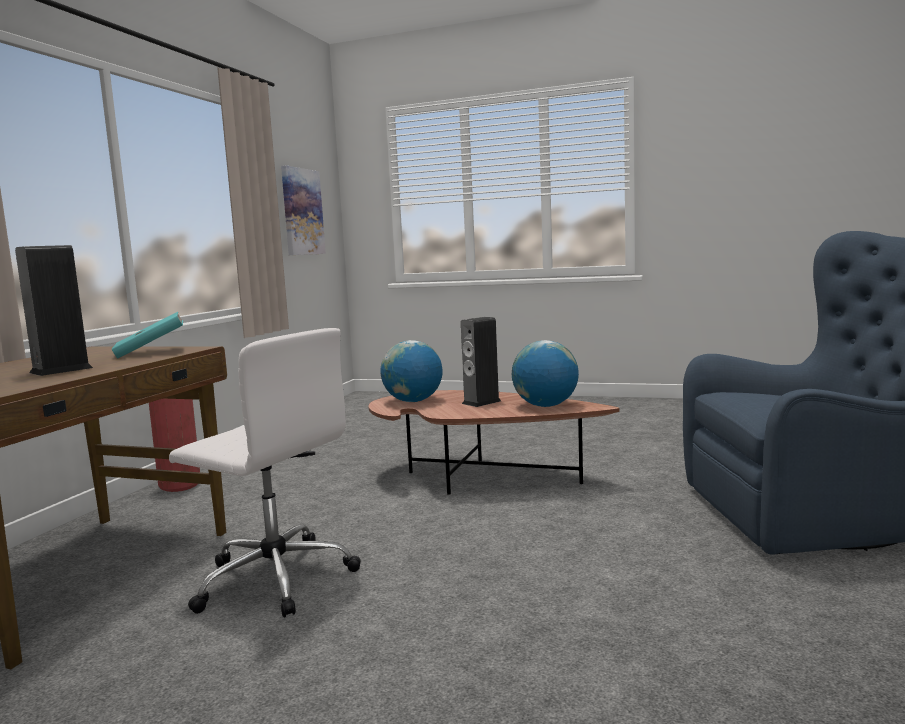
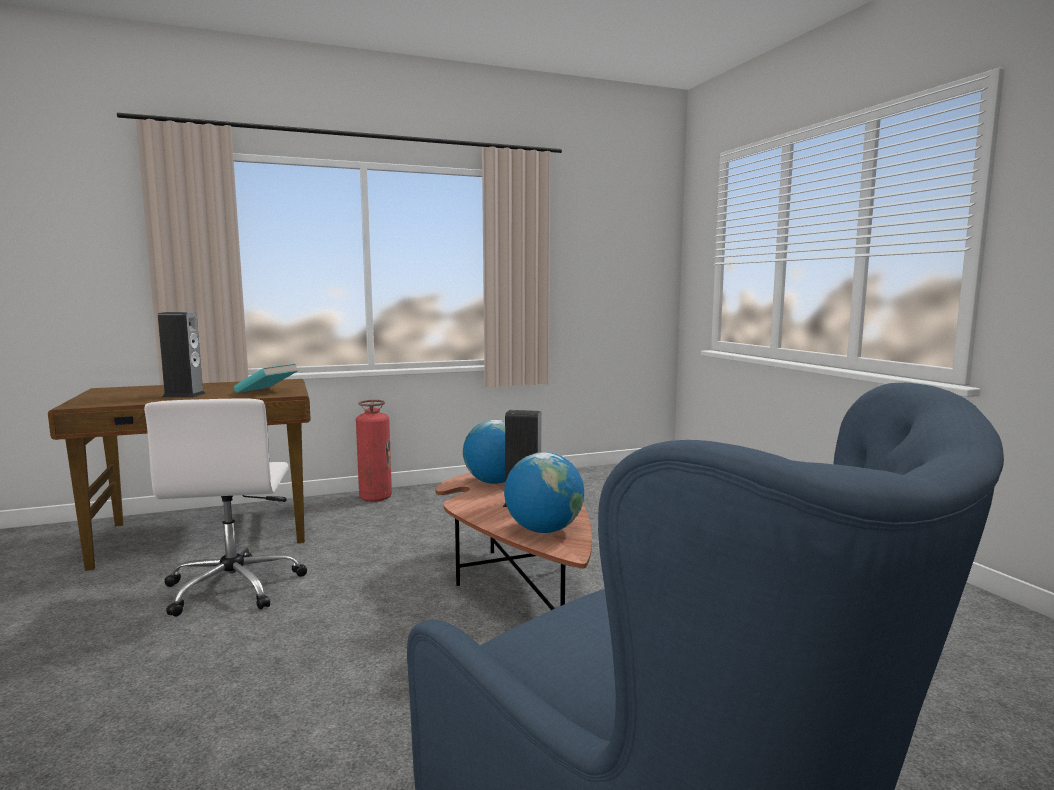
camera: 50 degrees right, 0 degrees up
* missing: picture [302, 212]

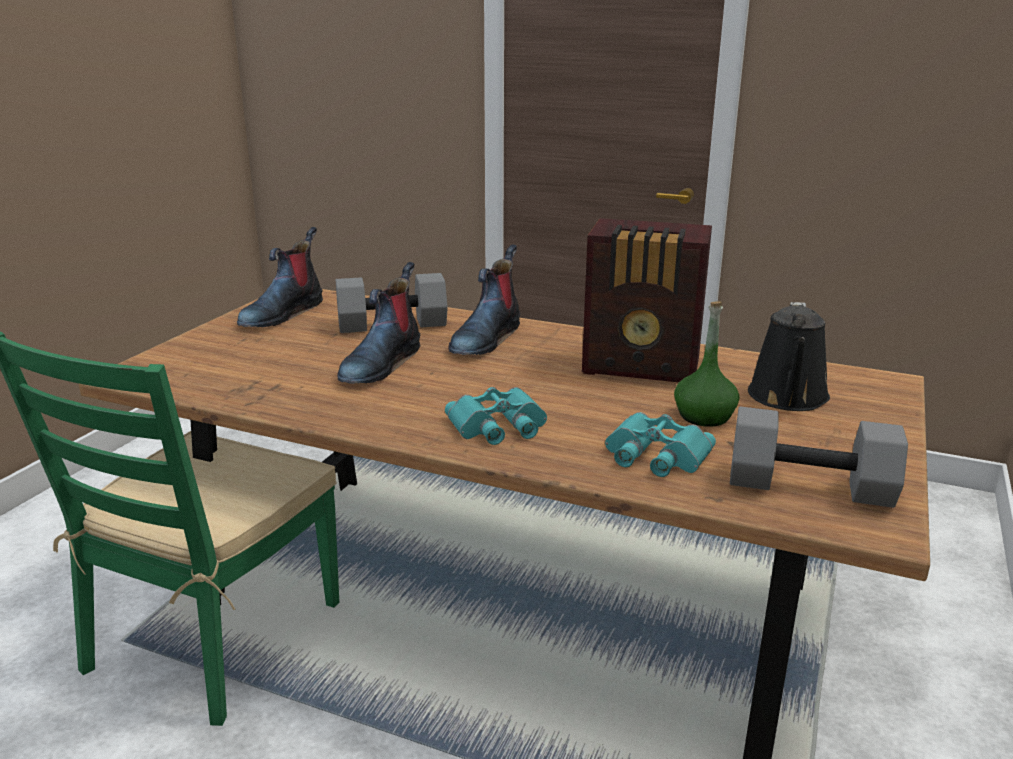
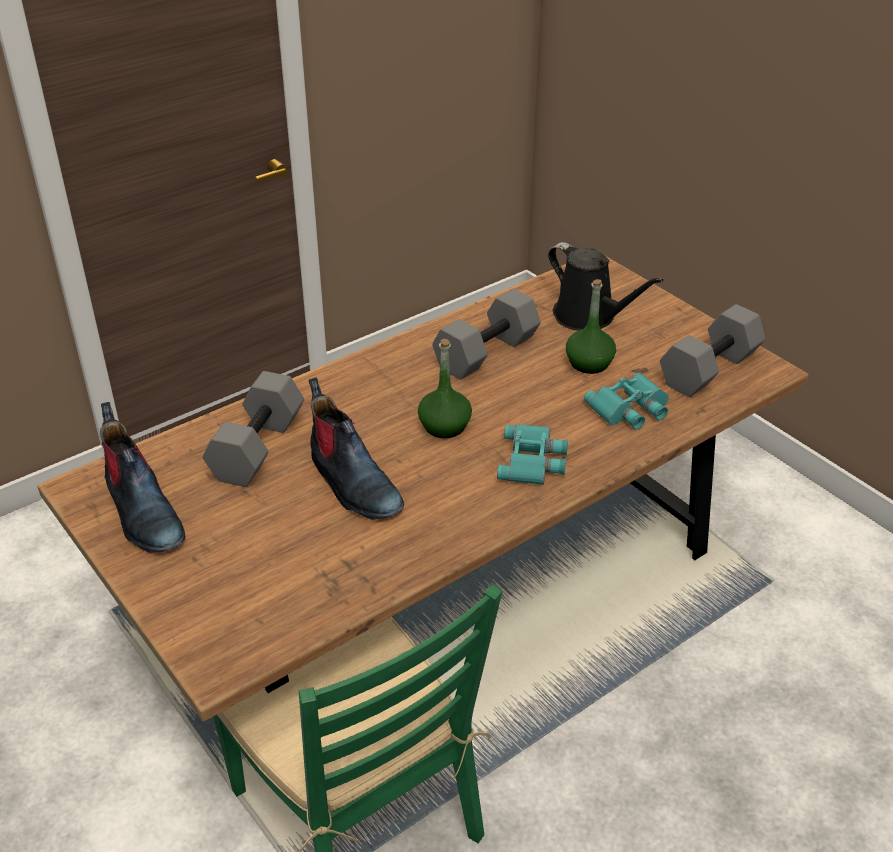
camera: 60 degrees left, 15 degrees up
* exchanged: radio [643, 367] to dumbbell in grey [486, 351]
* missing: boot [485, 339]
* appeared: bottle in green [445, 426]

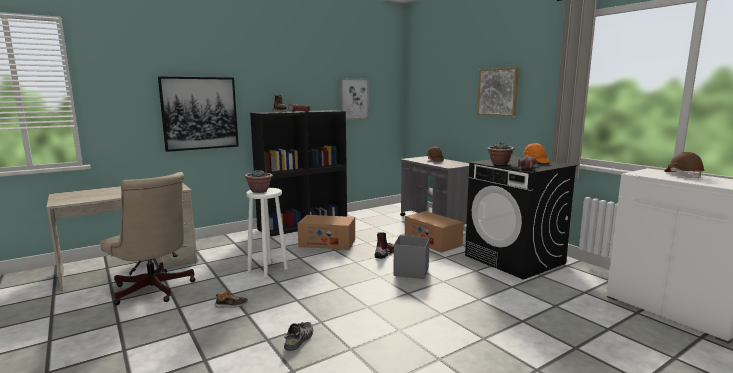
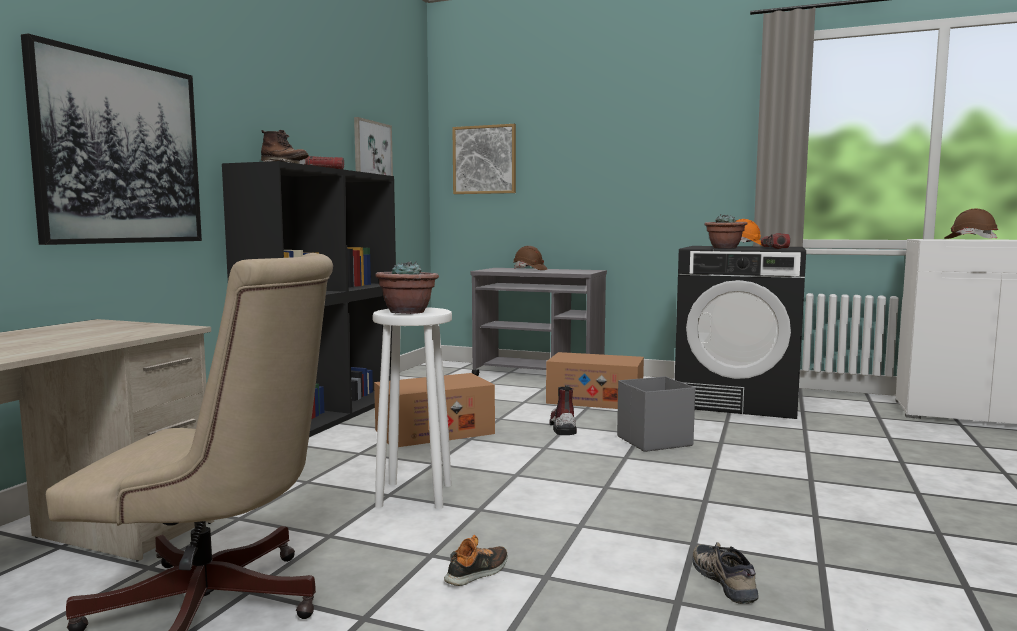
camera: 35 degrees left, 5 degrees down
* relocated: picture [497, 92] to [484, 160]

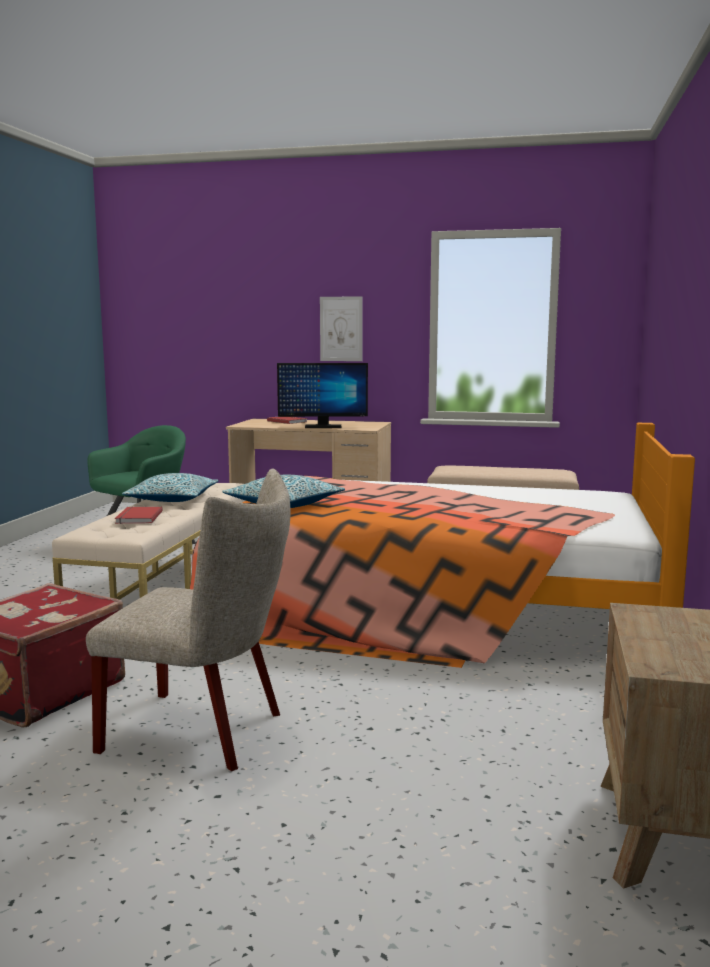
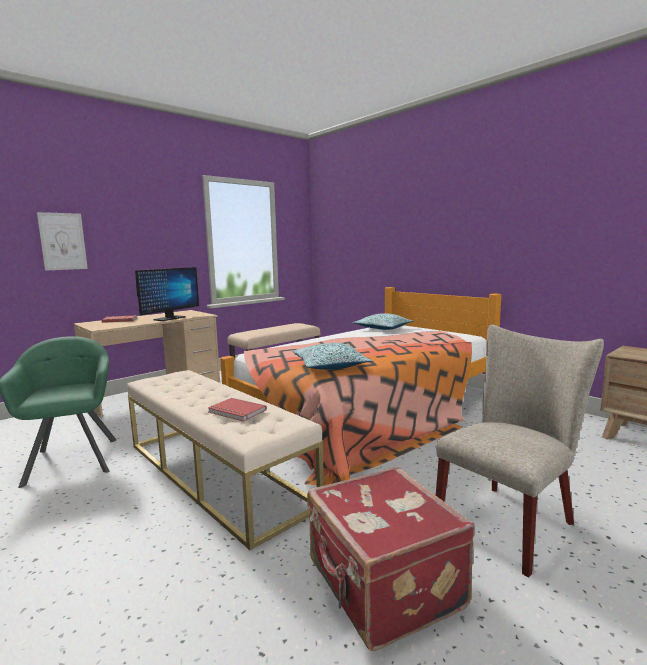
camera: 55 degrees left, 0 degrees up
* relocated: picture [341, 329] to [63, 241]
* relocated: pillow [172, 499] to [383, 329]

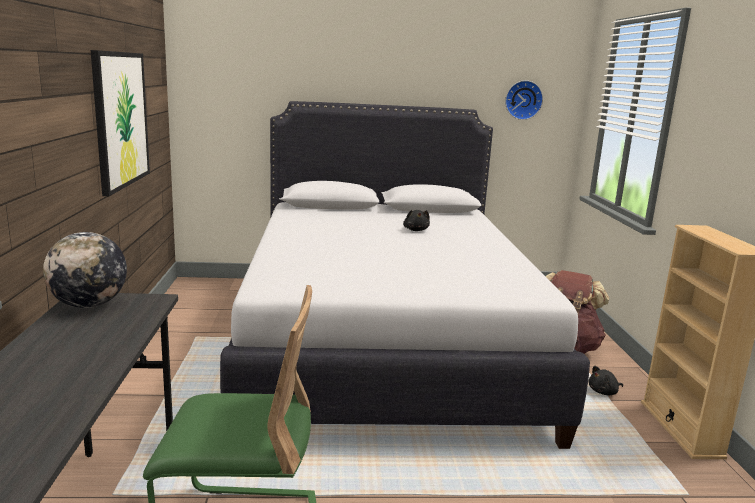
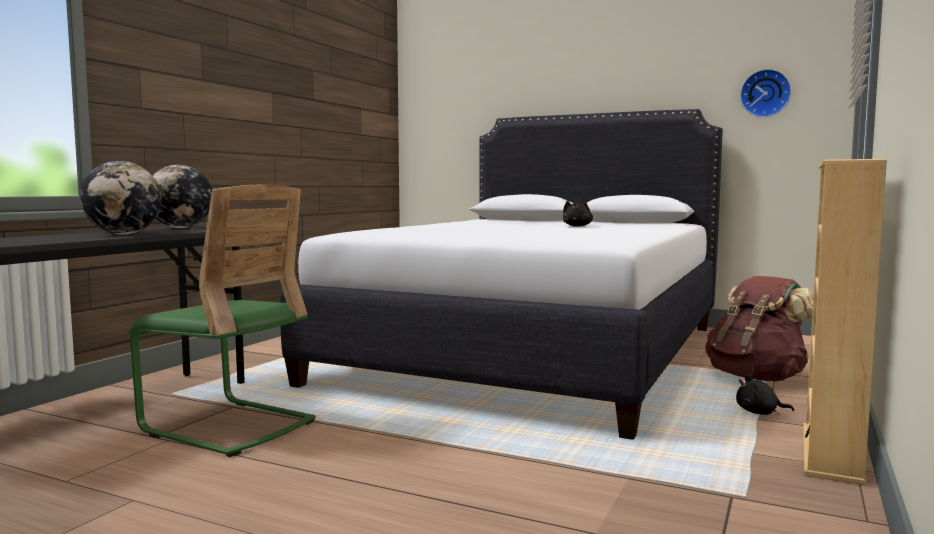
camera: 30 degrees right, 10 degrees down
* missing: picture [120, 119]
* appeared: globe [124, 234]

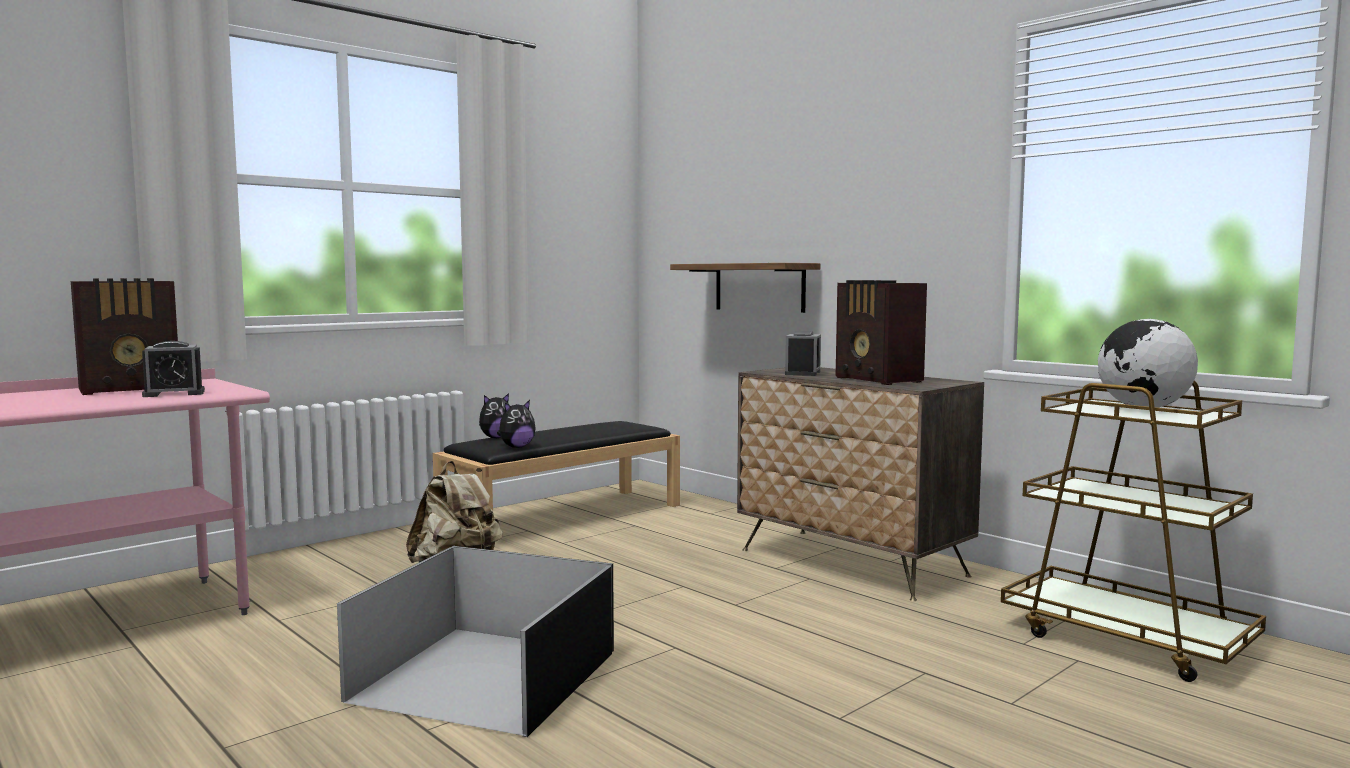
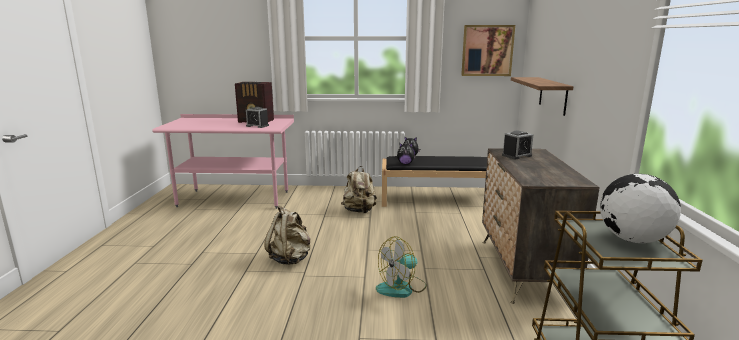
camera: 45 degrees right, 10 degrees up
* missing: radio [878, 380]
* exchanged: storage box in black [483, 675] to backpack in beige [290, 259]
* appeared: picture [487, 50]
* appeared: fan [402, 288]

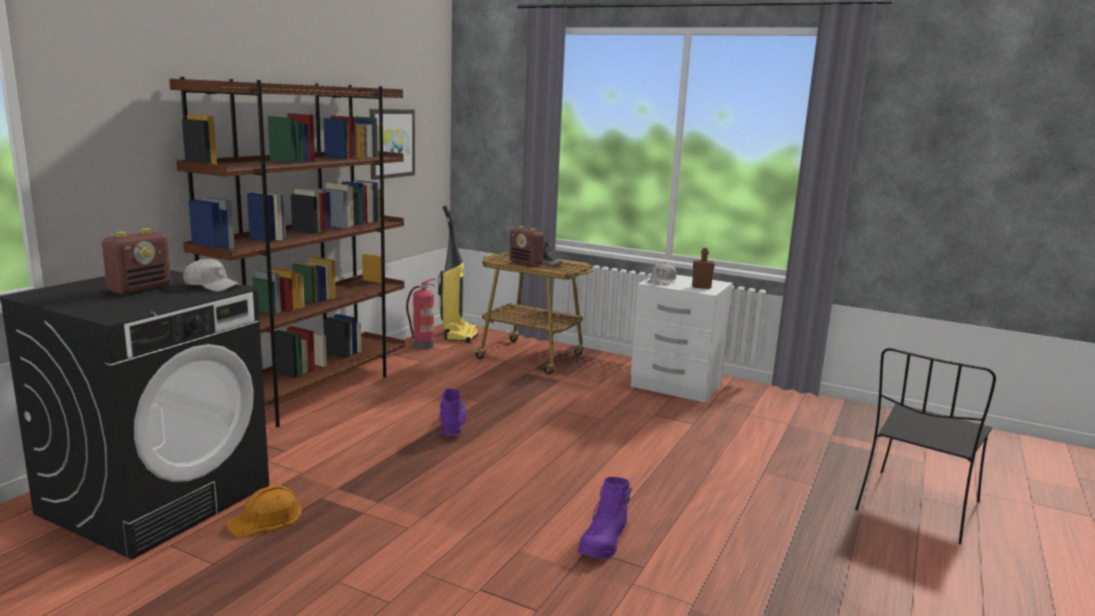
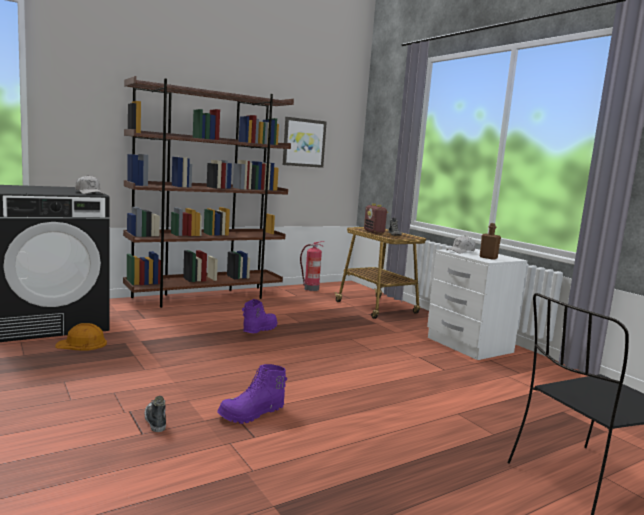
camera: 30 degrees right, 5 degrees down
* missing: vacuum cleaner [459, 335]
* missing: radio [140, 289]
* appeared: shoe [155, 421]

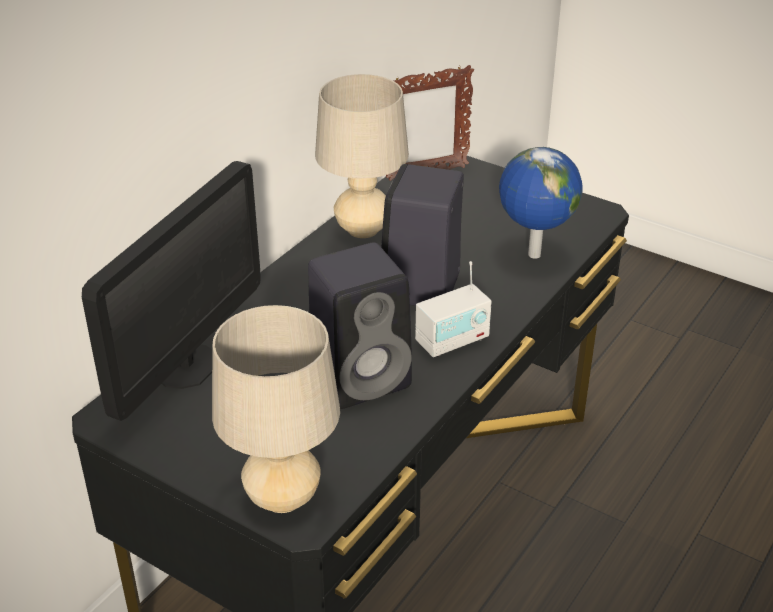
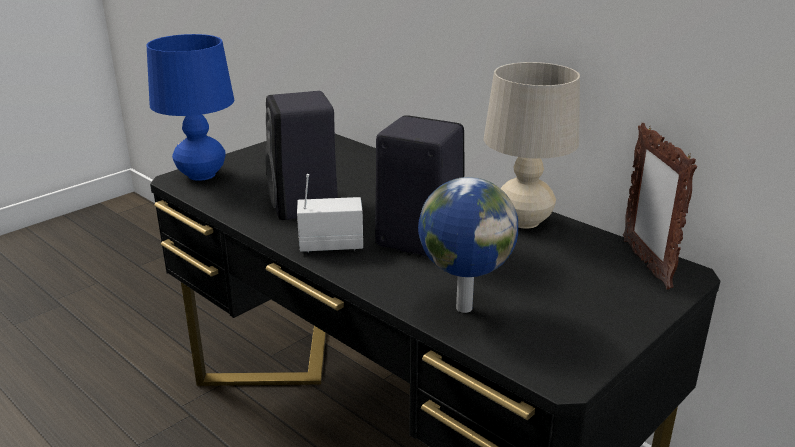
camera: 100 degrees right, 10 degrees down
* missing: monitor [186, 366]
* spun: radio [452, 341] = [331, 245] 105 degrees clockwise
* colour: table lamp in beige [283, 497] to table lamp in blue [201, 175]

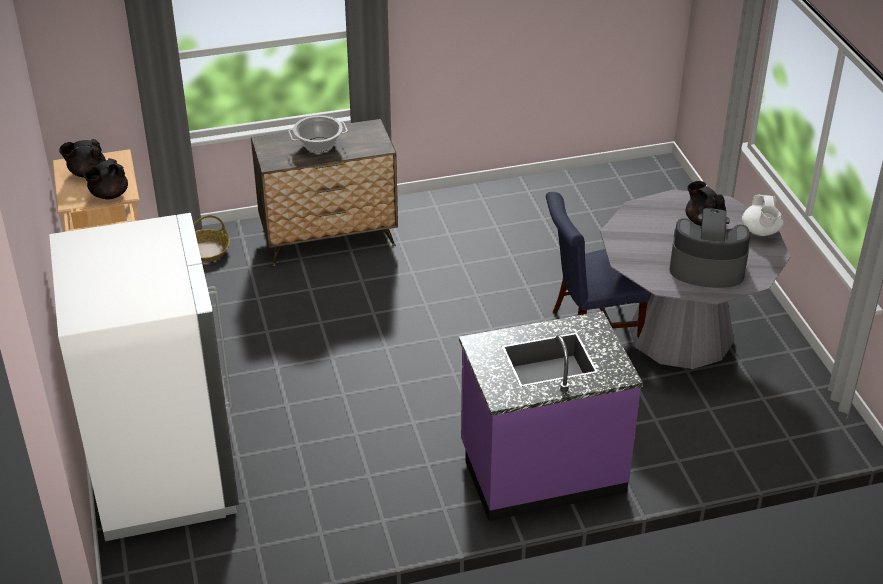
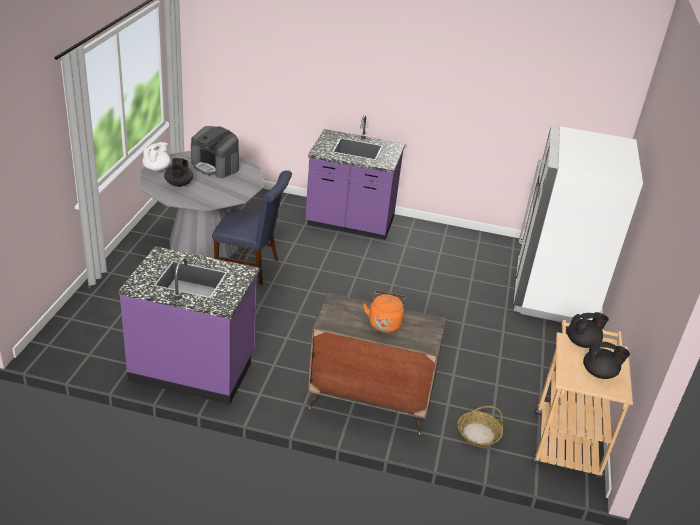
camera: 155 degrees left, 5 degrees down
* exchanged: cooking pot [318, 145] to kettle in orange [384, 323]
* appeared: counter in purple [193, 367]

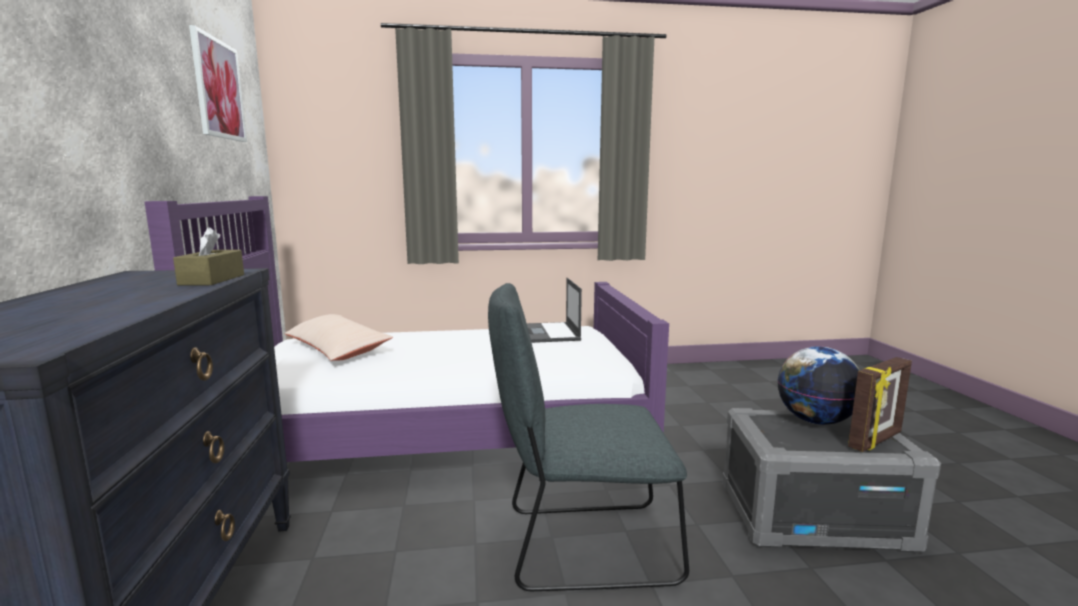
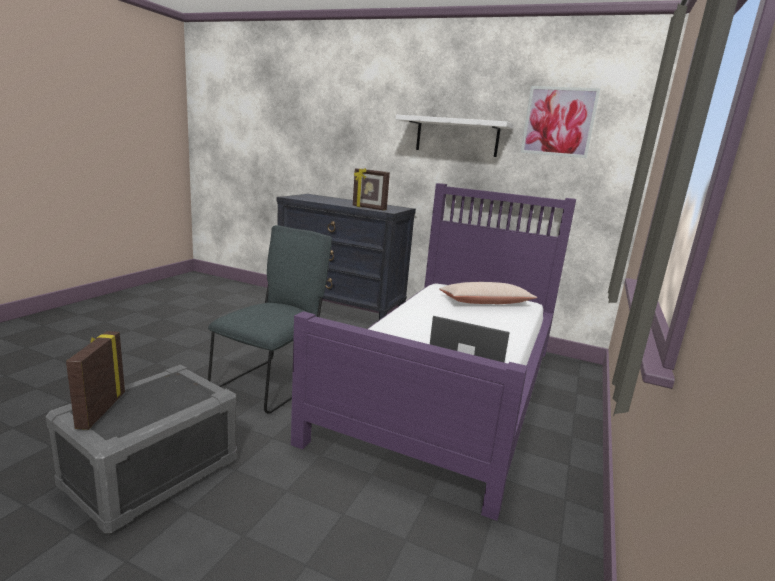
camera: 120 degrees right, 5 degrees up
* exchanged: tissue box in brown [212, 280] to picture frame [369, 208]
* missing: globe [815, 420]
* appeared: shelf in white [457, 137]

